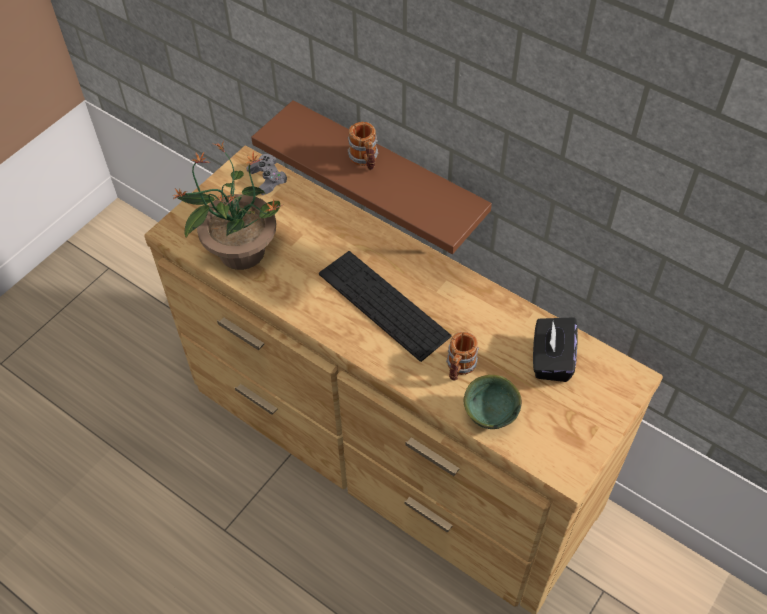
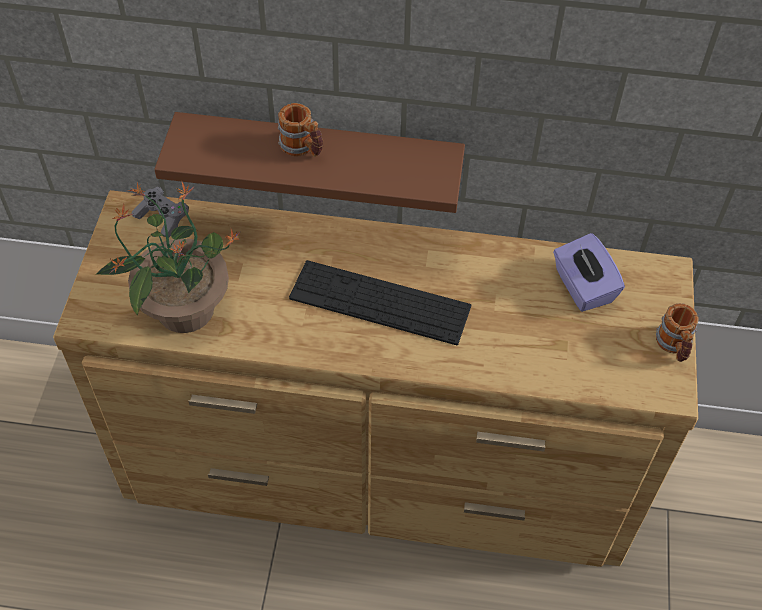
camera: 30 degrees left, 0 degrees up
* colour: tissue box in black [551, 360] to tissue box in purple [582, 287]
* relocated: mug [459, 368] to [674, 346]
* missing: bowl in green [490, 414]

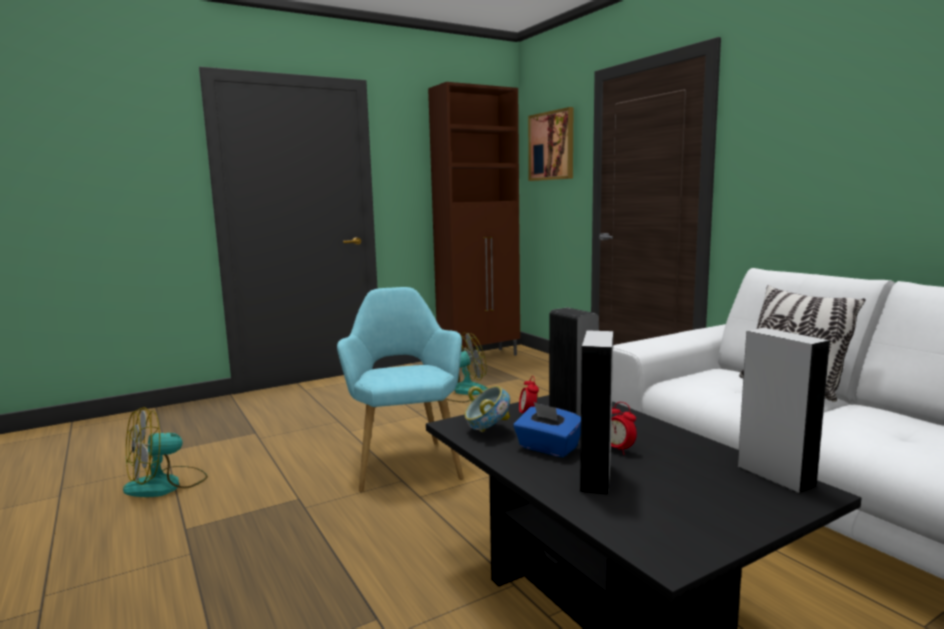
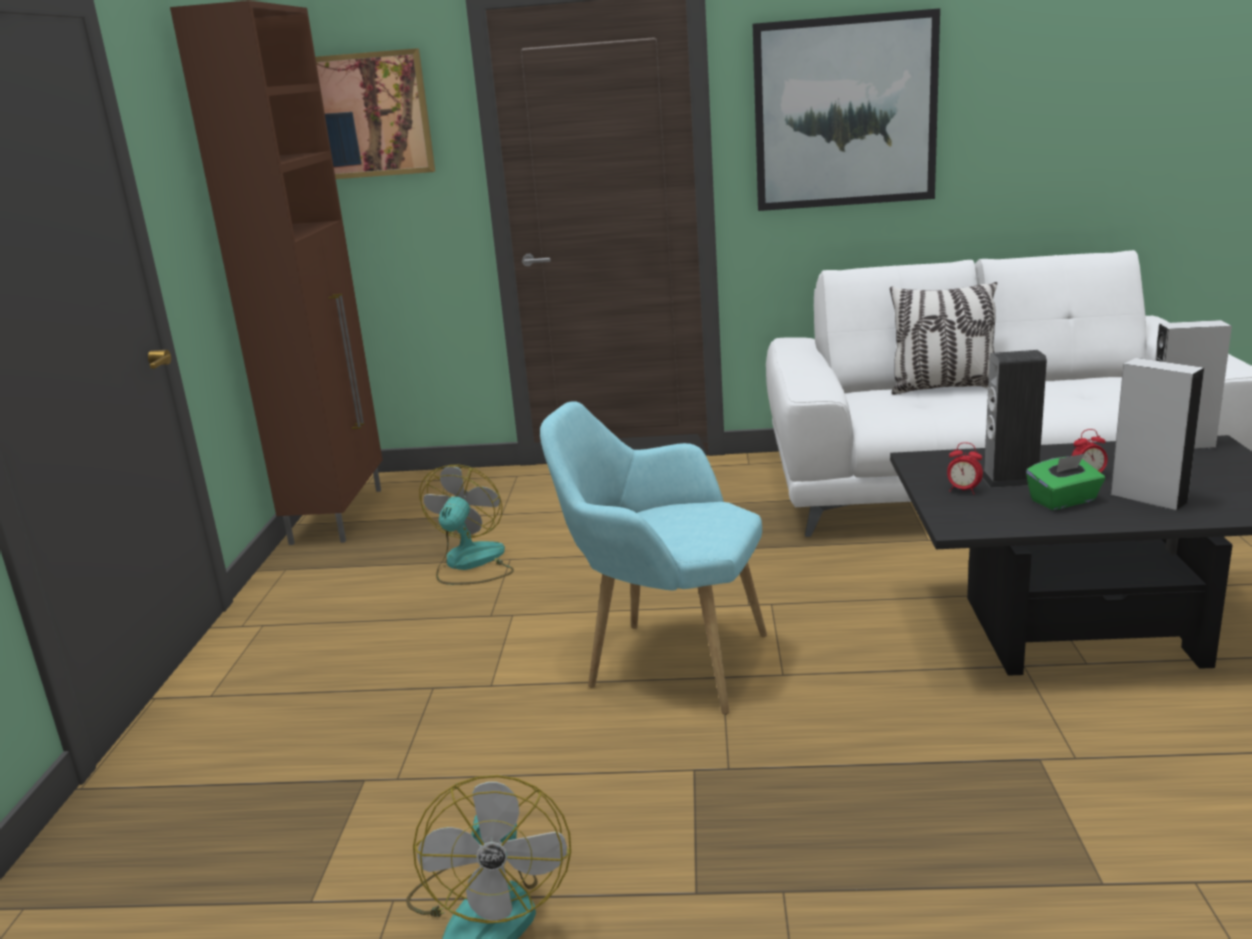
camera: 55 degrees left, 10 degrees up
* missing: bowl [487, 430]
* colour: tissue box in blue [547, 448] to tissue box in green [1063, 501]
* appeared: picture [844, 112]

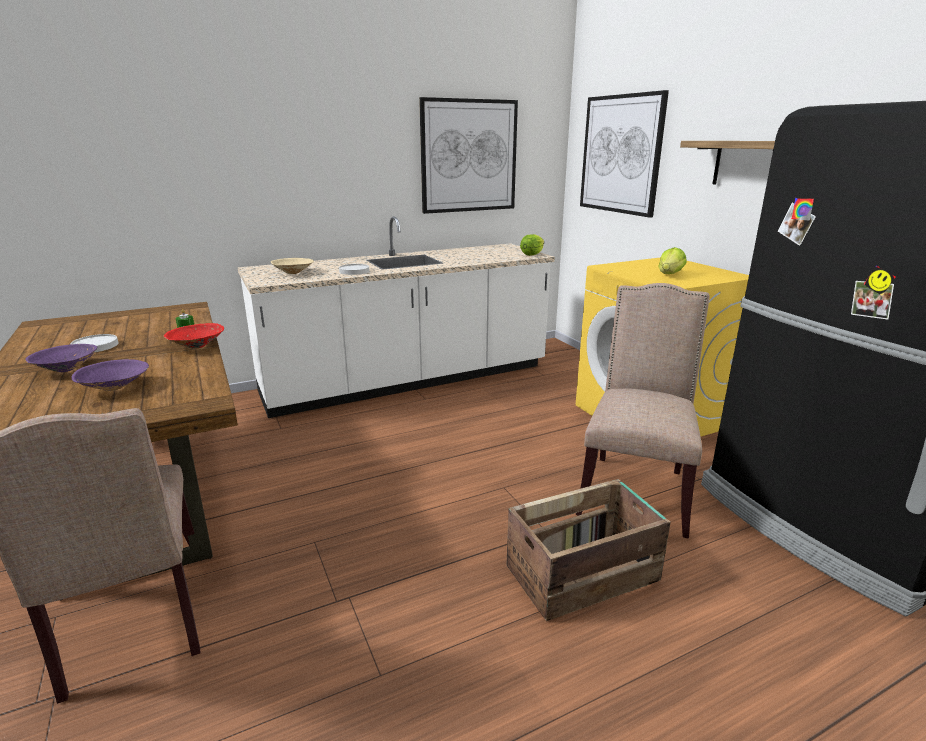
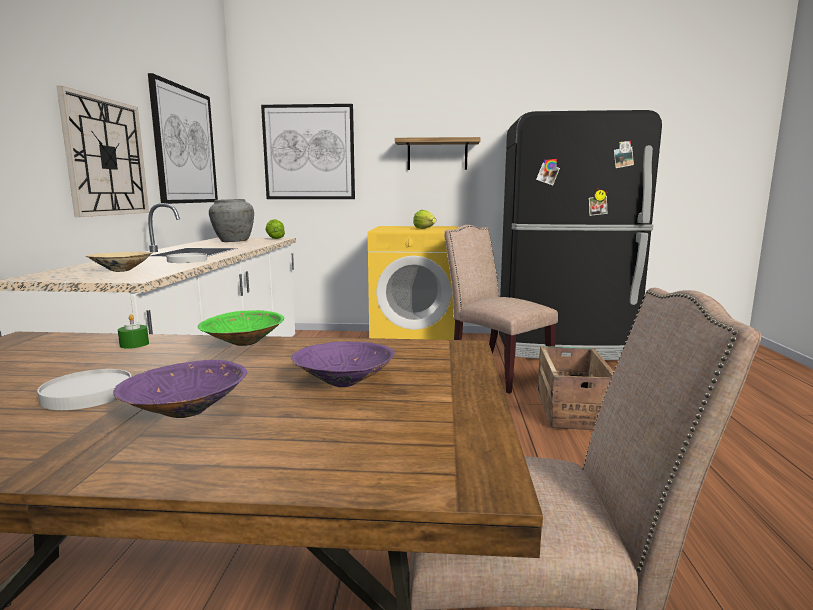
camera: 60 degrees left, 10 degrees down
* colour: bowl in red [196, 346] to bowl in green [242, 343]
* appeared: wall clock [106, 157]
* appeared: vase in grey [233, 241]

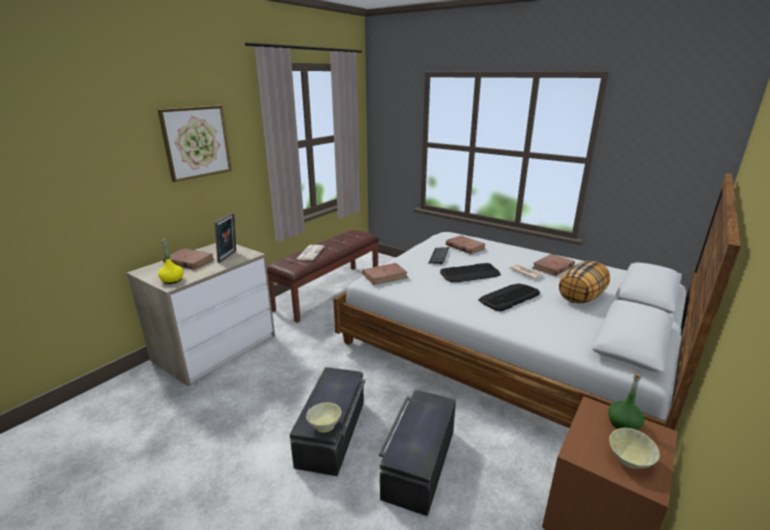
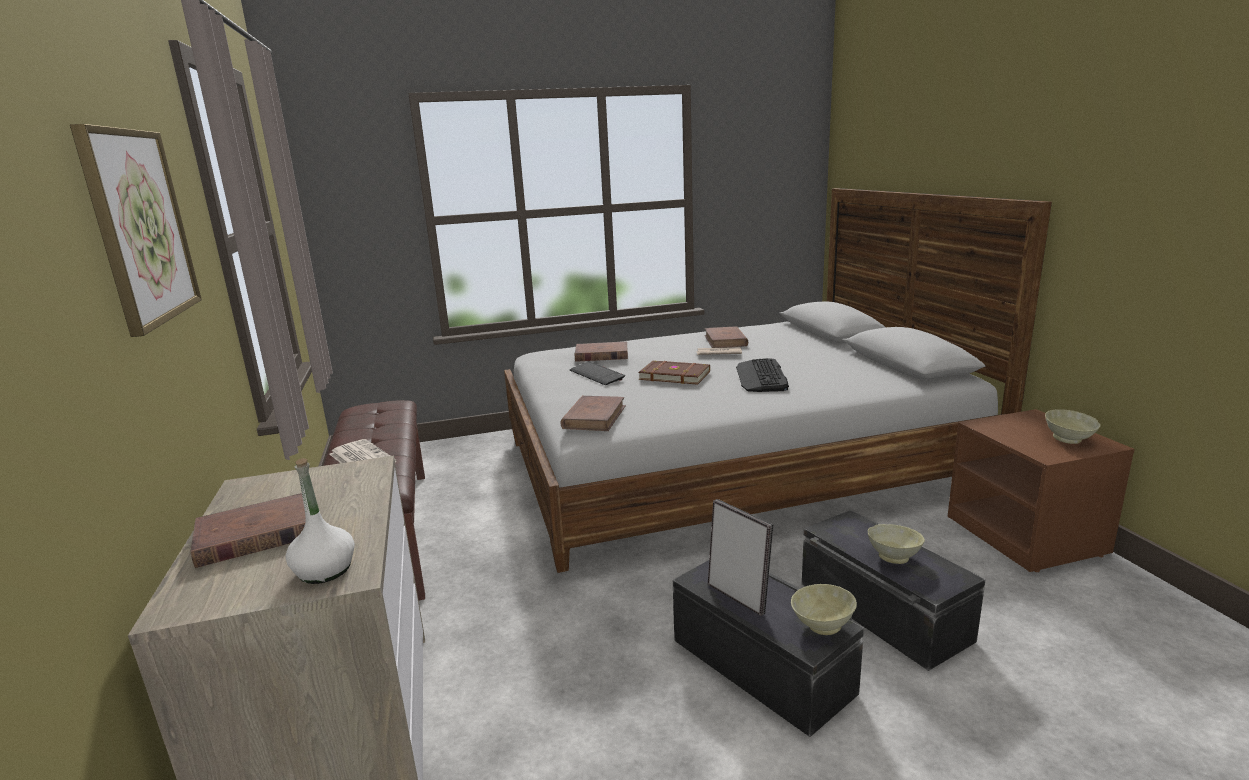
camera: 50 degrees left, 5 degrees down
* relocated: picture frame [229, 256] to [738, 596]
* colour: bottle in yellow [172, 280] to bottle in white [325, 570]
* missing: pillow [581, 297]
* exchanged: keyboard [470, 273] to book in brown [674, 375]
* missing: bottle in green [623, 424]
* appeared: bowl in beige [894, 557]

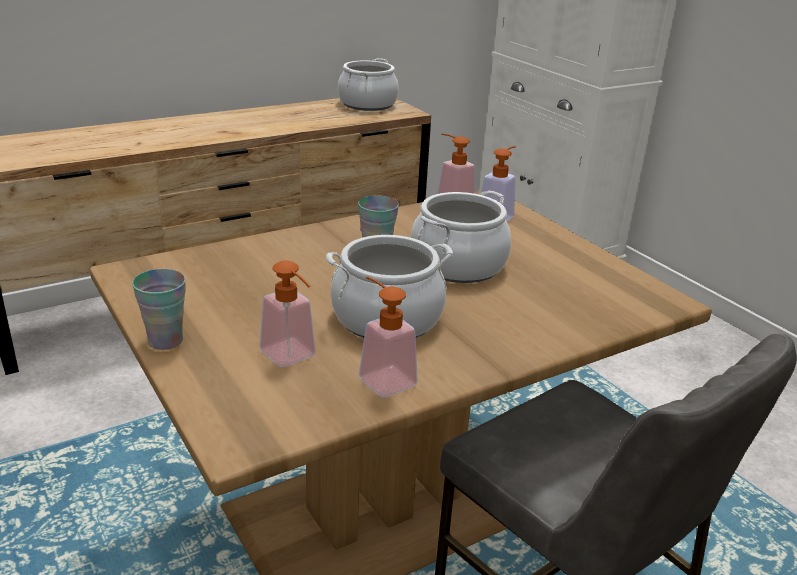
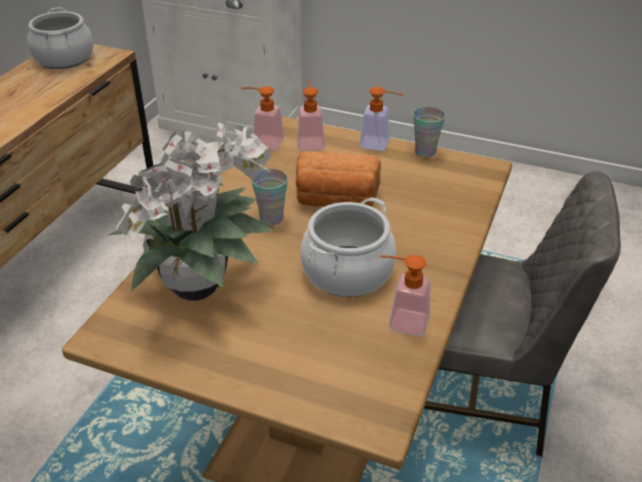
camera: 35 degrees left, 10 degrees up
* exchanged: cooking pot [457, 265] to bread [336, 200]
* relocated: soap dispenser [292, 358] to [380, 145]
* relocated: cup [165, 341] to [425, 152]
* appeared: potted plant [202, 286]

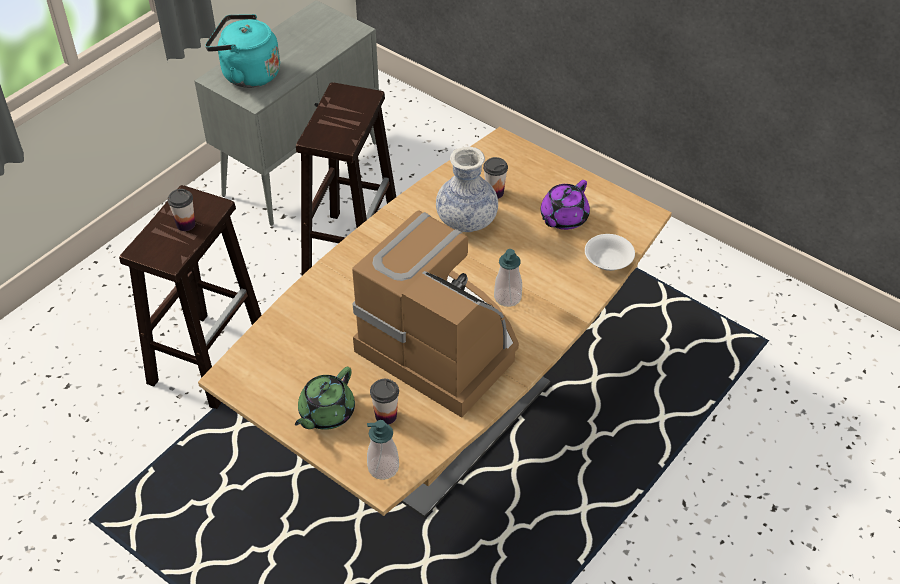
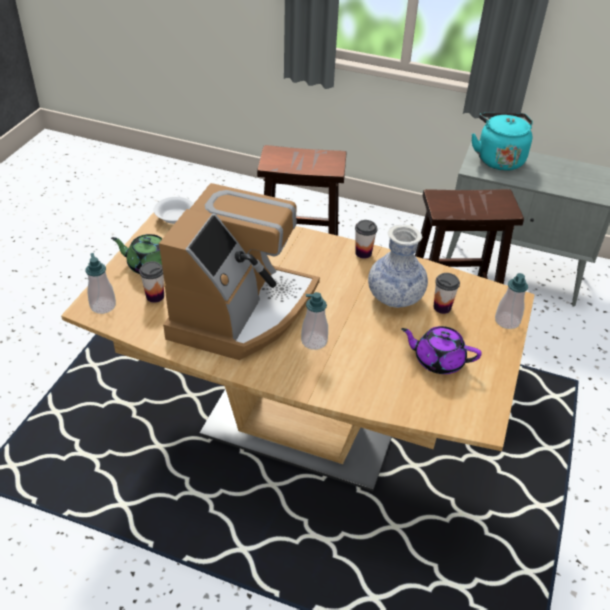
camera: 70 degrees right, 5 degrees down
* relocated: cup [186, 224] to [363, 253]
* relocated: bowl in white [607, 260] to [175, 217]
* appeared: soap dispenser [507, 321]

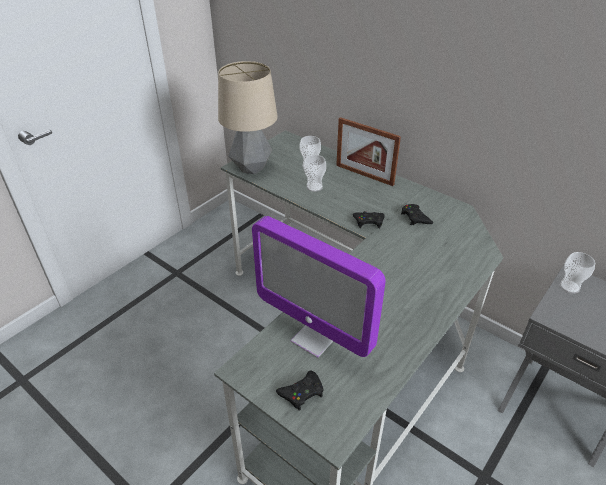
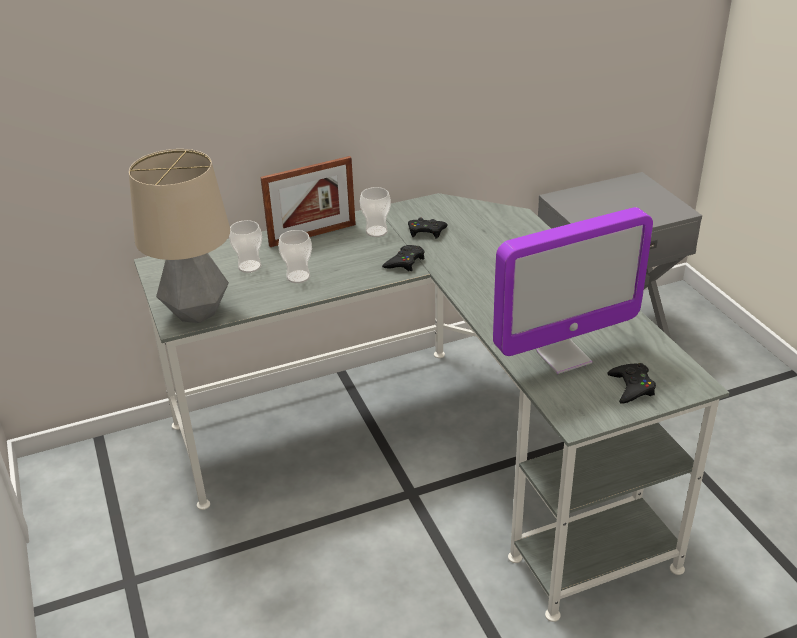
camera: 60 degrees left, 5 degrees down
* relocated: cup [569, 286] to [376, 231]

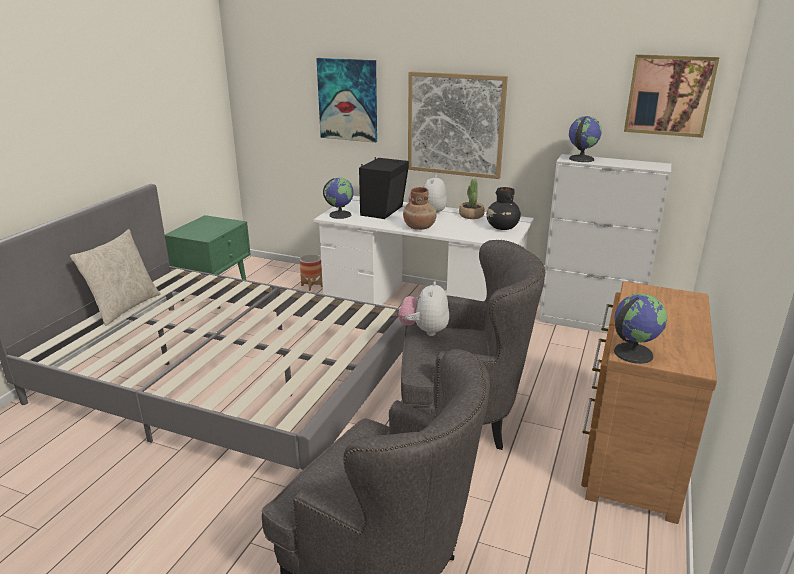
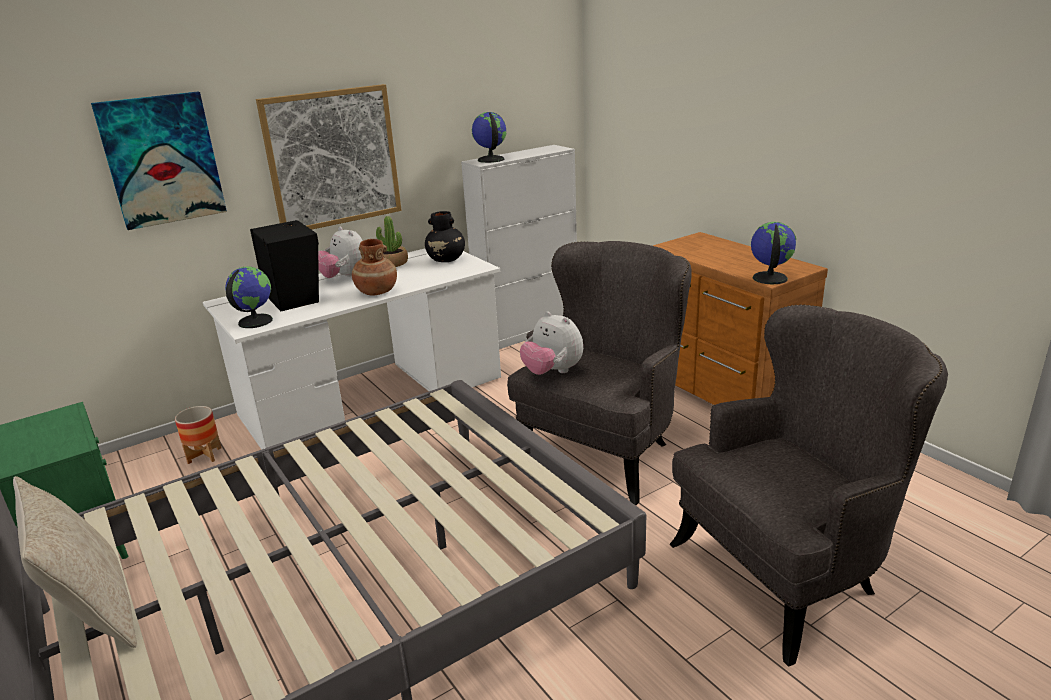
camera: 55 degrees left, 0 degrees up
* missing: picture [669, 95]

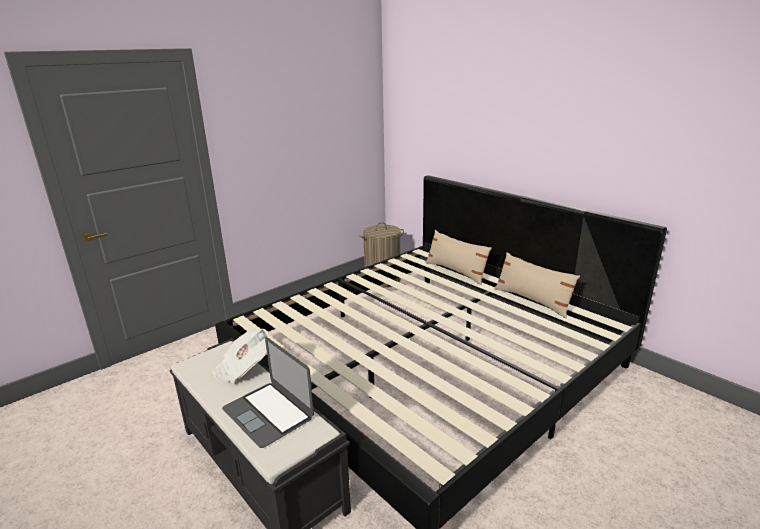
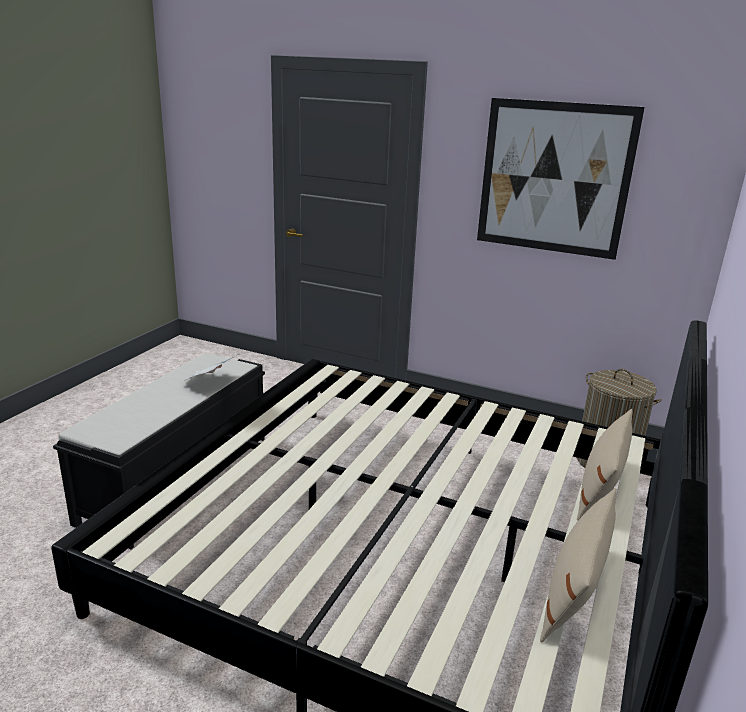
camera: 65 degrees right, 0 degrees up
* missing: laptop [268, 413]
* appeared: picture [554, 178]

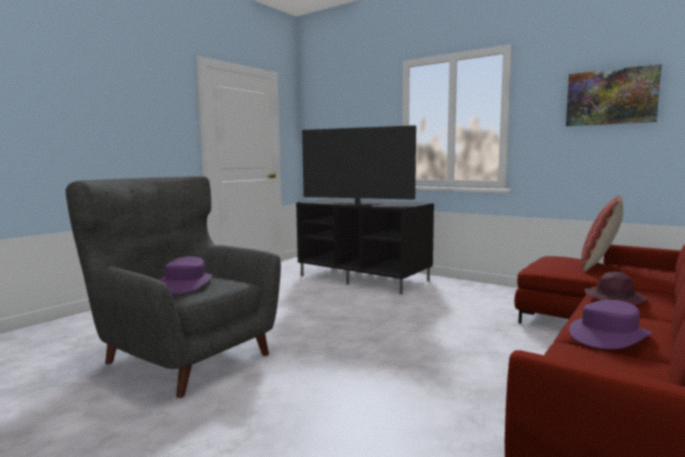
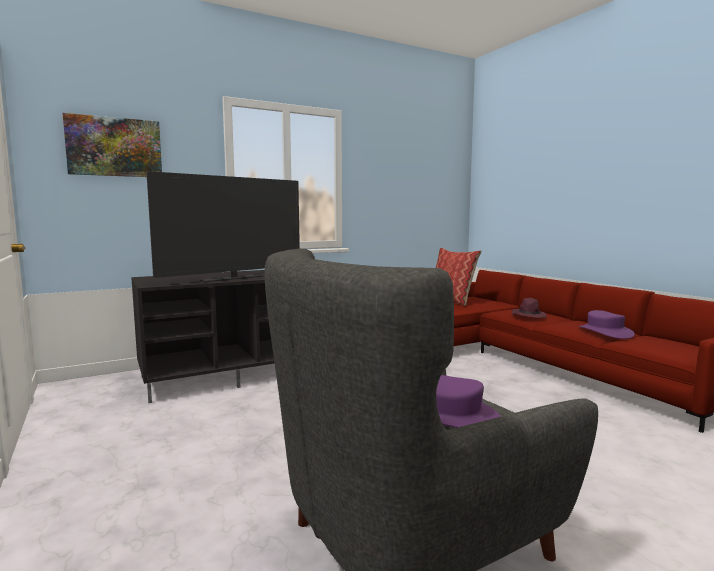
camera: 65 degrees left, 0 degrees up
* relocated: picture [611, 97] to [114, 147]

